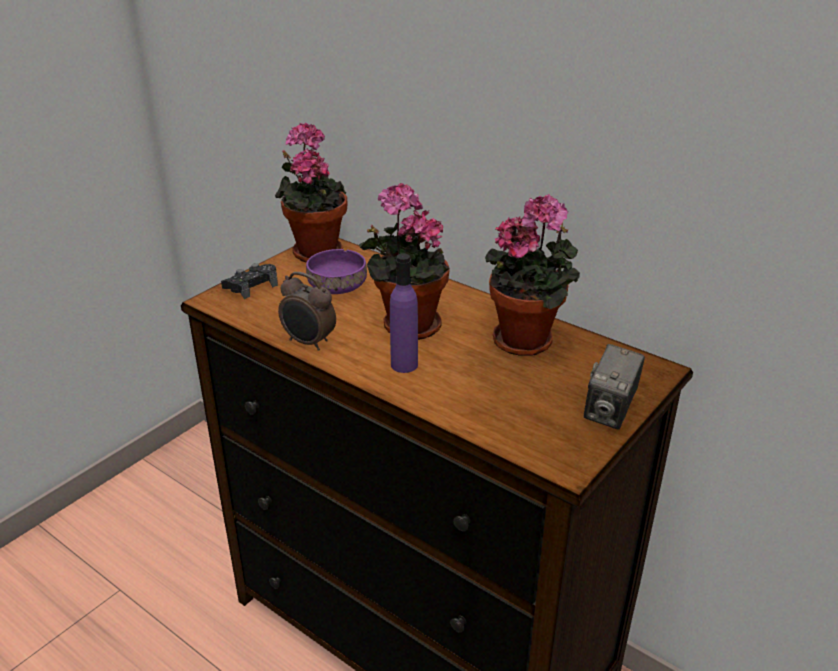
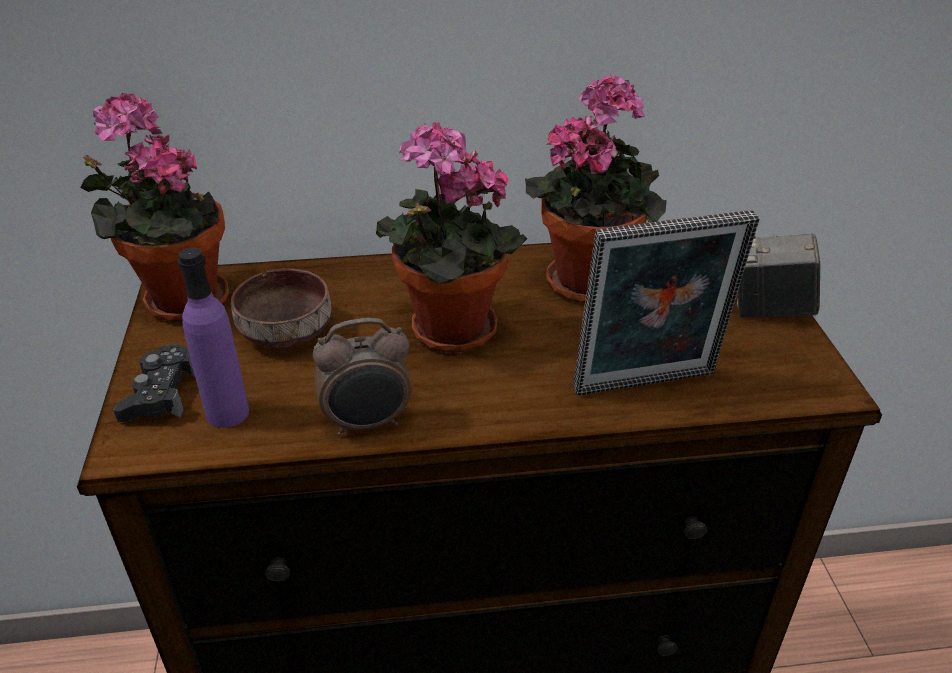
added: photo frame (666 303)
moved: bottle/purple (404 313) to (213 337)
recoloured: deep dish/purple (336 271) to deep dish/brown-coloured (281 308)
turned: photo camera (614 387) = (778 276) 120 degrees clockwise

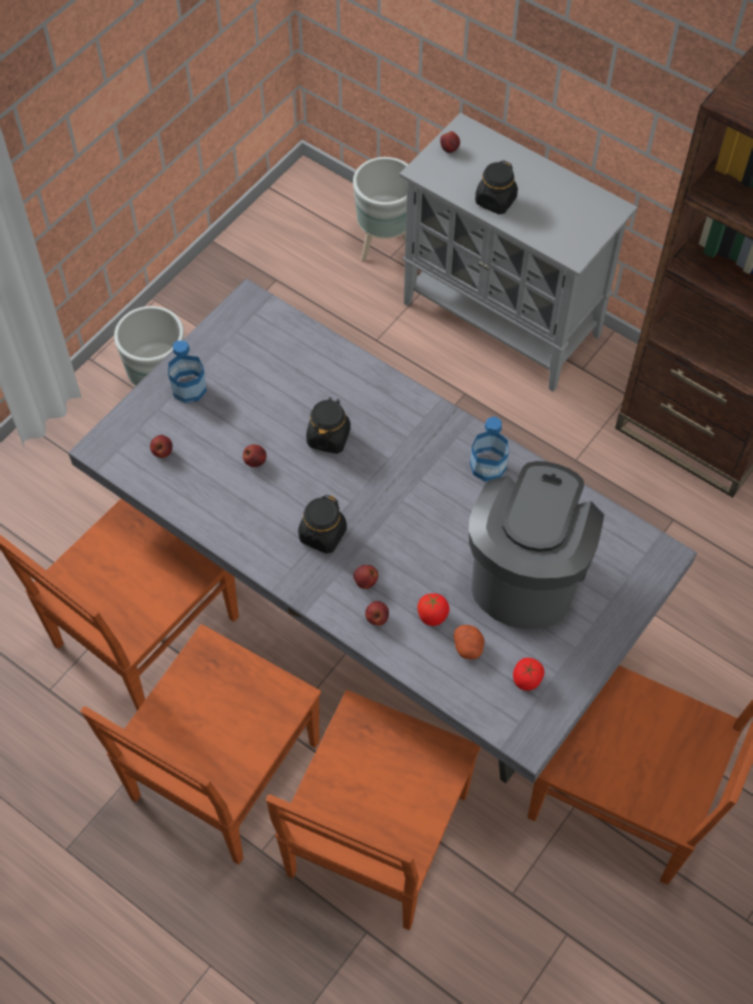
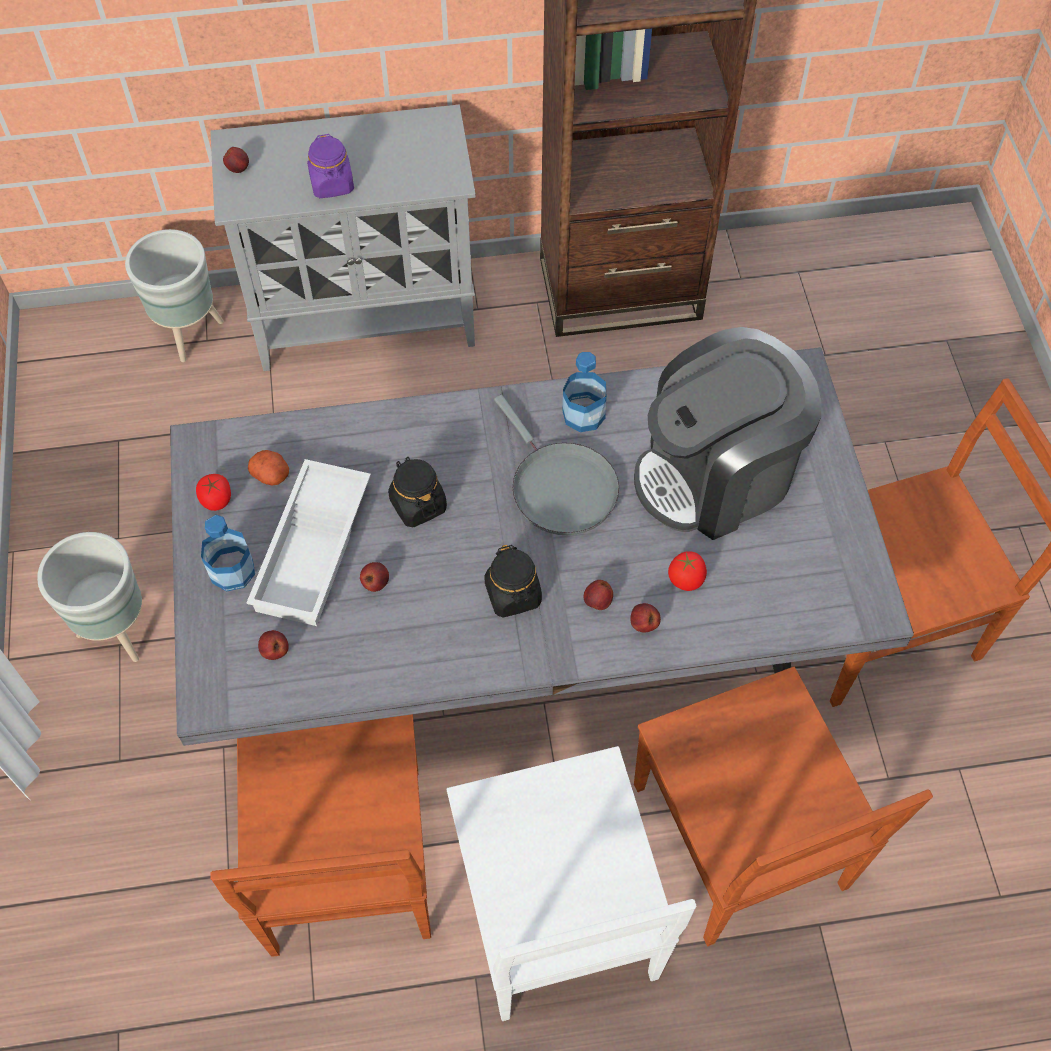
added: serving tray/whitish (309 542); skillet/gray (556 465)
moved: spud (469 642) to (268 468); fresh tomato (529 674) to (213 492)
recoloured: upright chair/brown-coloured (200 744) to upright chair/whitish (572 883); preserve jar/black (496 187) to preserve jar/purple (330 166)
turned: coffee brewer (536 545) = (727 433) 90 degrees counterclockwise

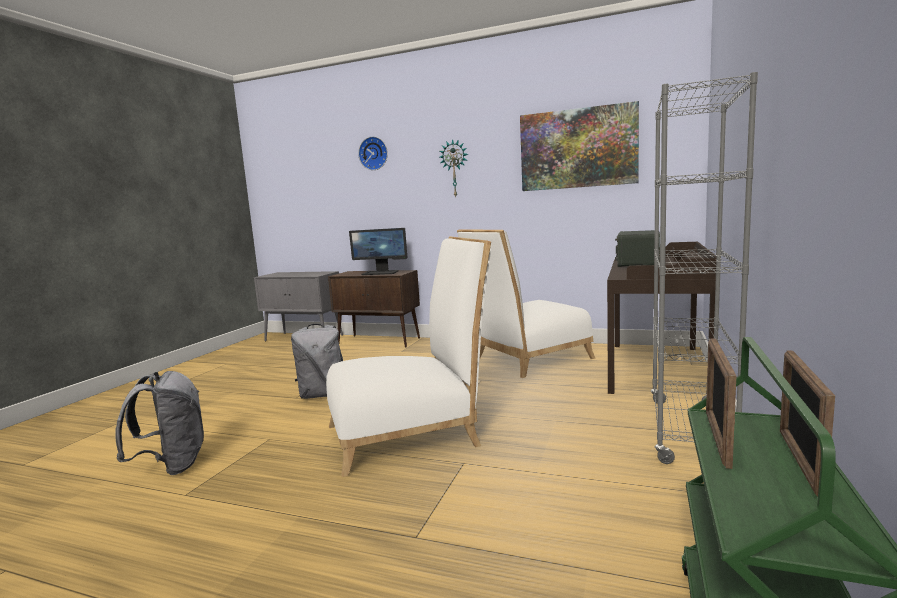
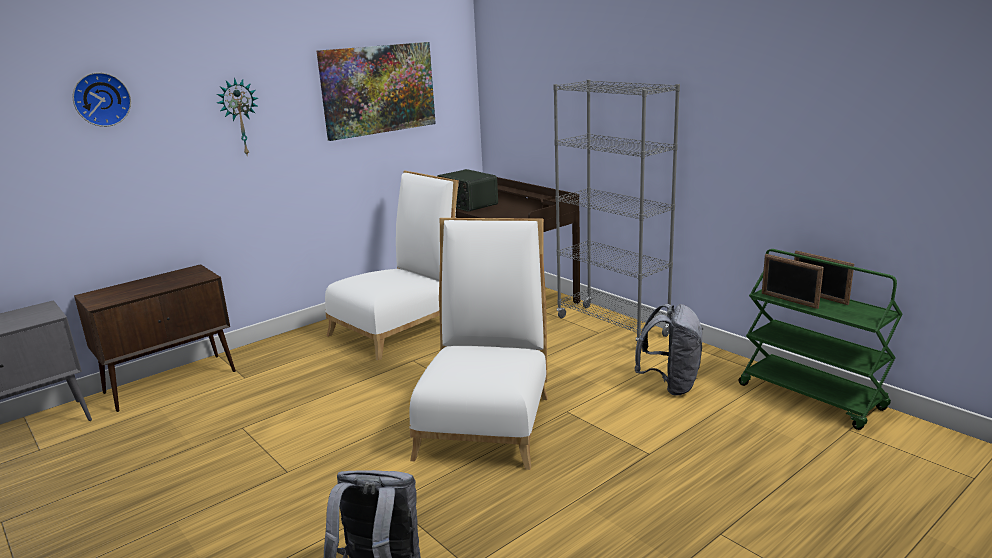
removed: computer display (378 251)
moved: knapsack/gray (317 361) to (668 350)
turned: upright chair/whitish (526 303) = (392 265) 135 degrees counterclockwise

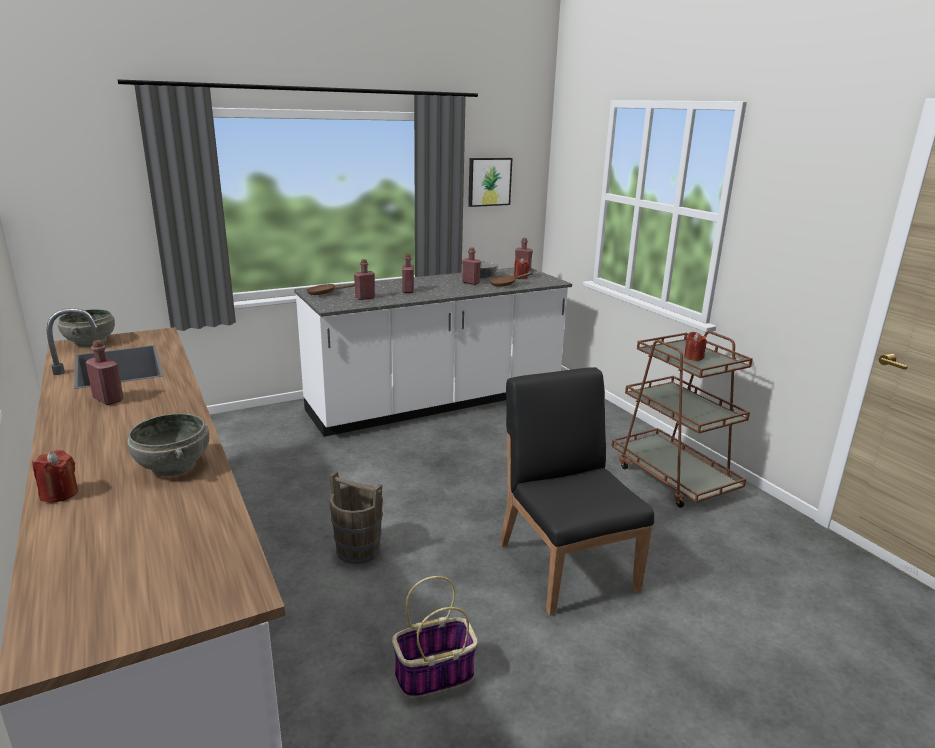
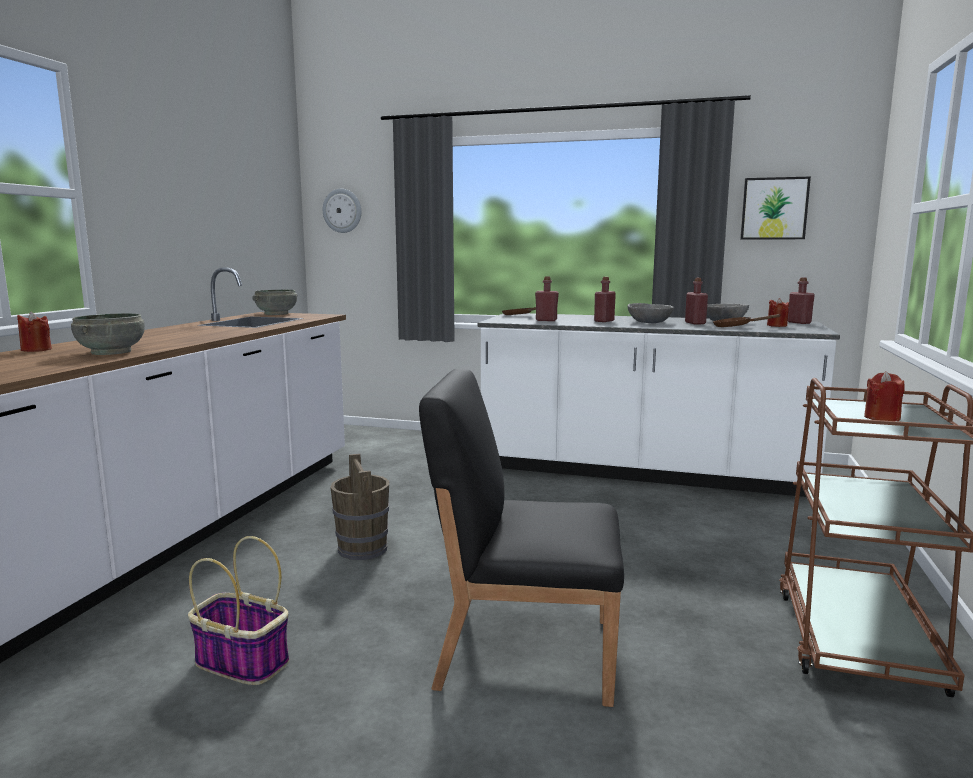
removed: bottle/red (105 372)
added: wall clock (342 211); deep dish/gray (651 313)
turned: upright chair/black (577 491) = (521 538) 105 degrees counterclockwise

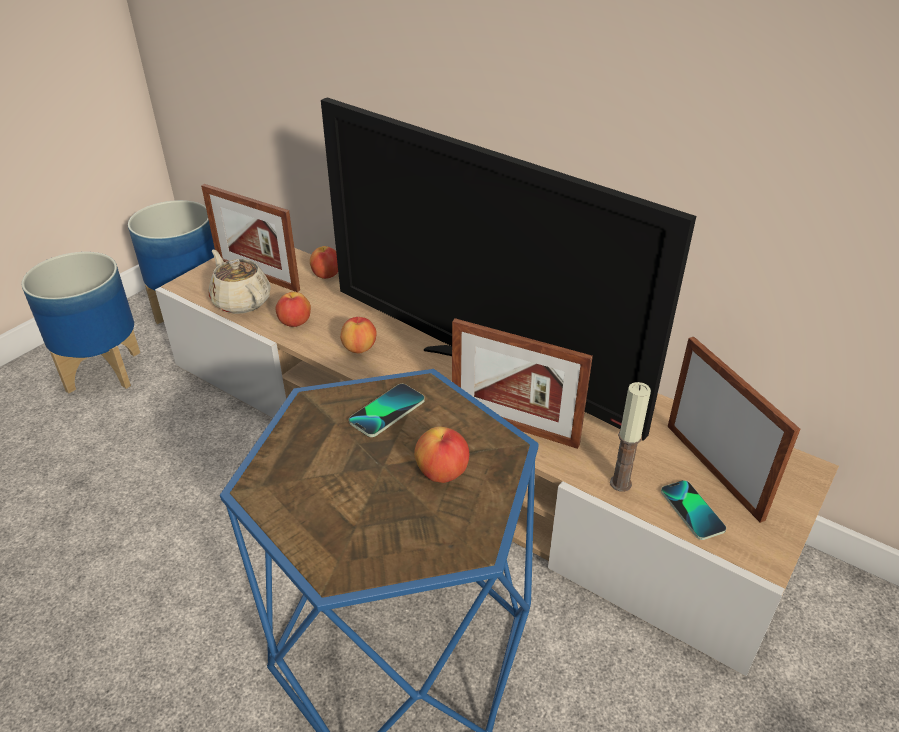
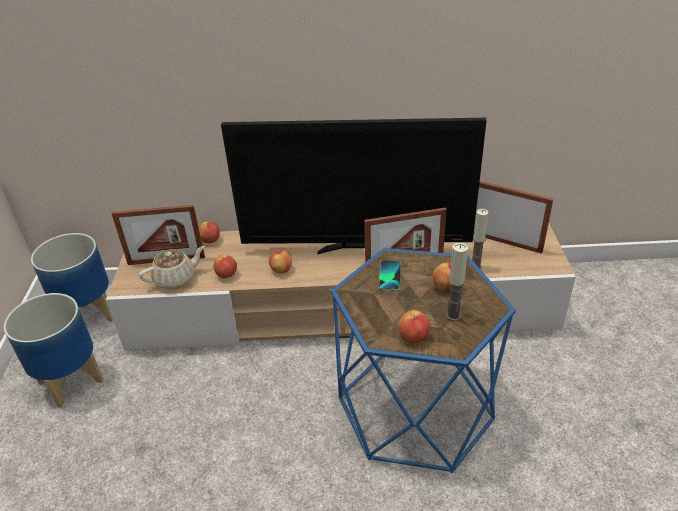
removed: handset (693 510)
added: apple fruit (414 326); wax candle (457 282)
turned: tea pot/sand-coloured (240 282) = (172 267) 135 degrees clockwise

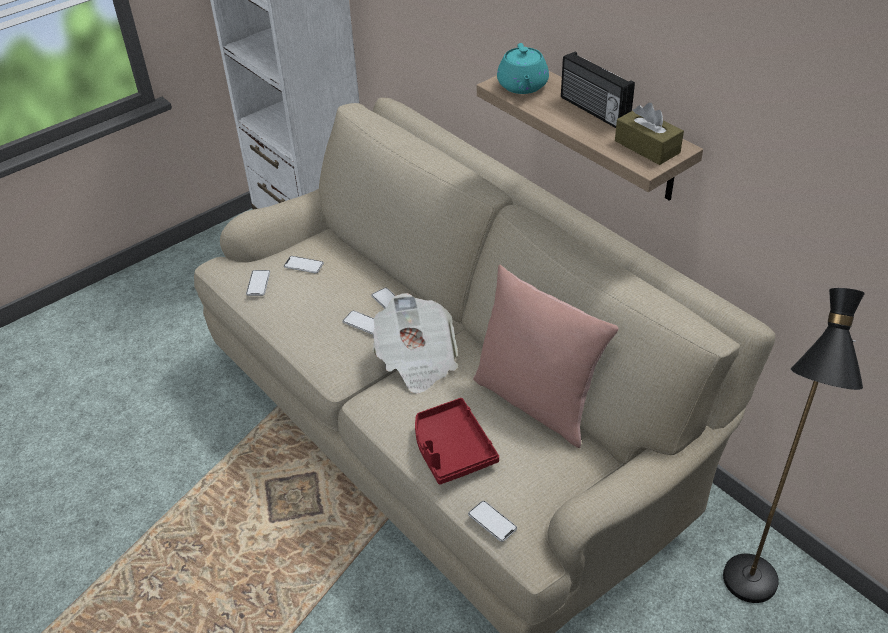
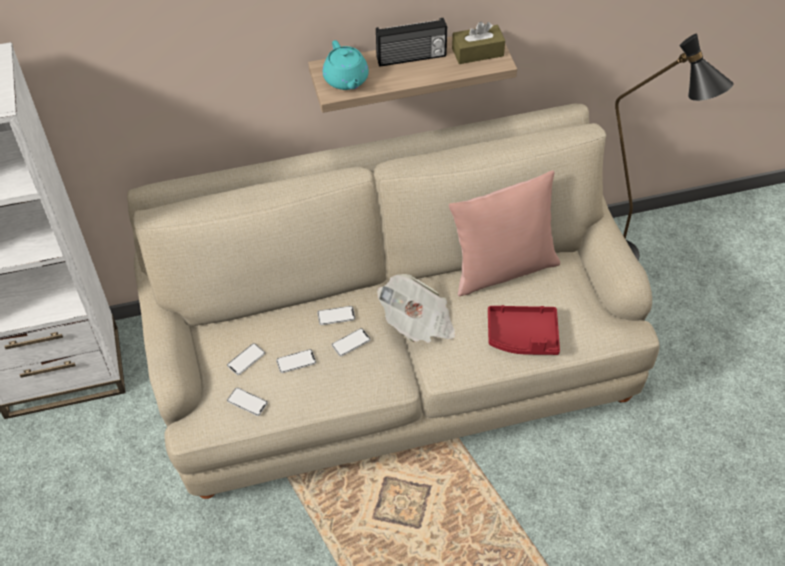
moved: handset (492 521) to (296 361)
turned: tea pot/turquoise (523 68) = (346 65) 45 degrees clockwise

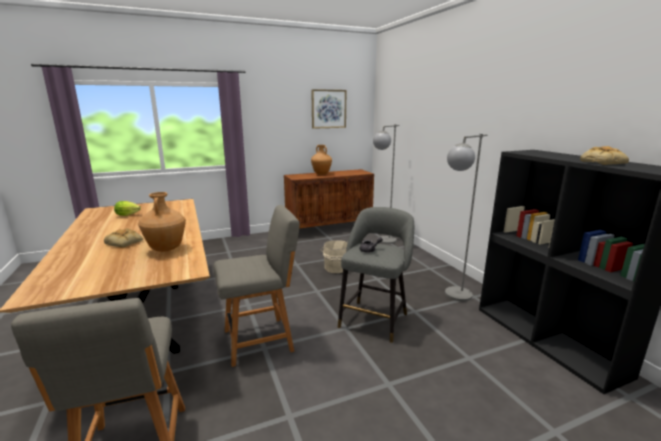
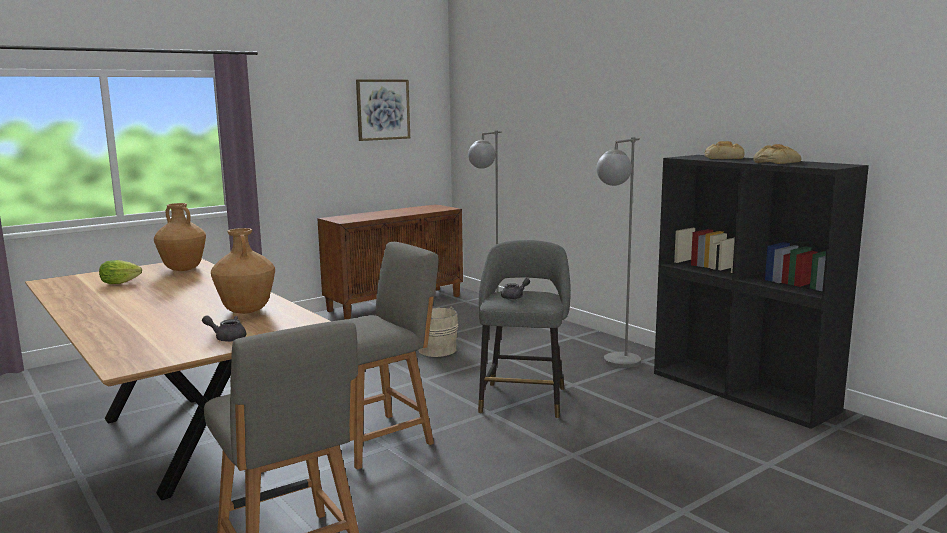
added: tea pot/gray (224 328)
moved: baked bread (123 238) to (724 150); flower vase/brown-coloured (321 160) to (180 237)

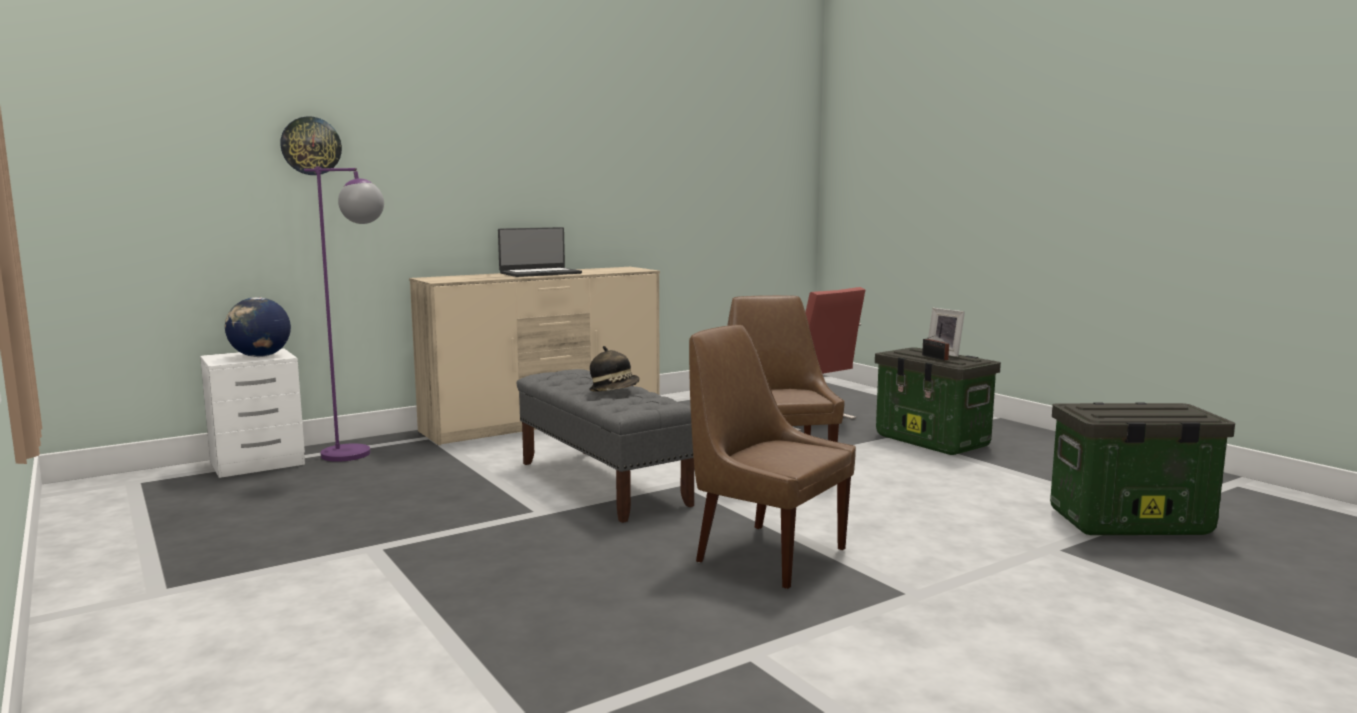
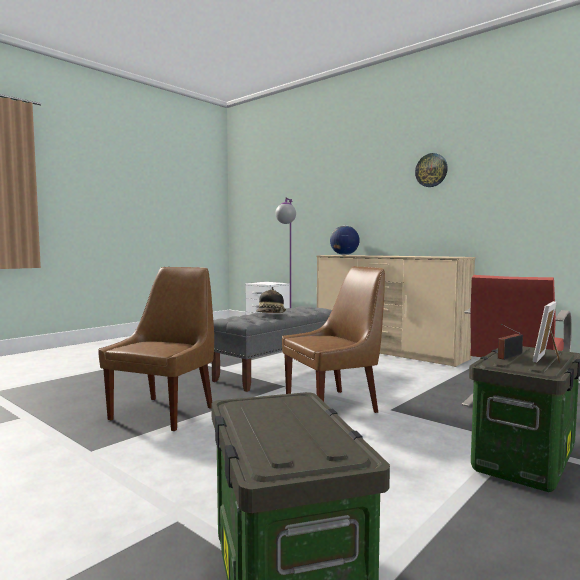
removed: portable computer (540 252)
moved: world globe (258 327) to (345 240); wall clock (311 145) to (431 170)

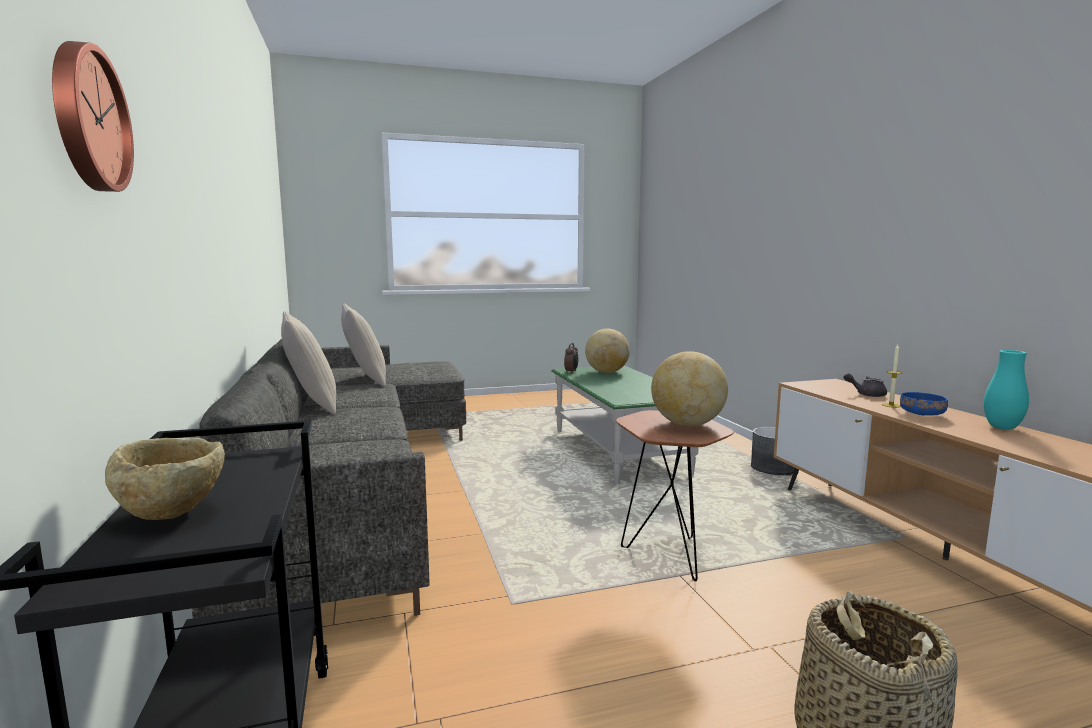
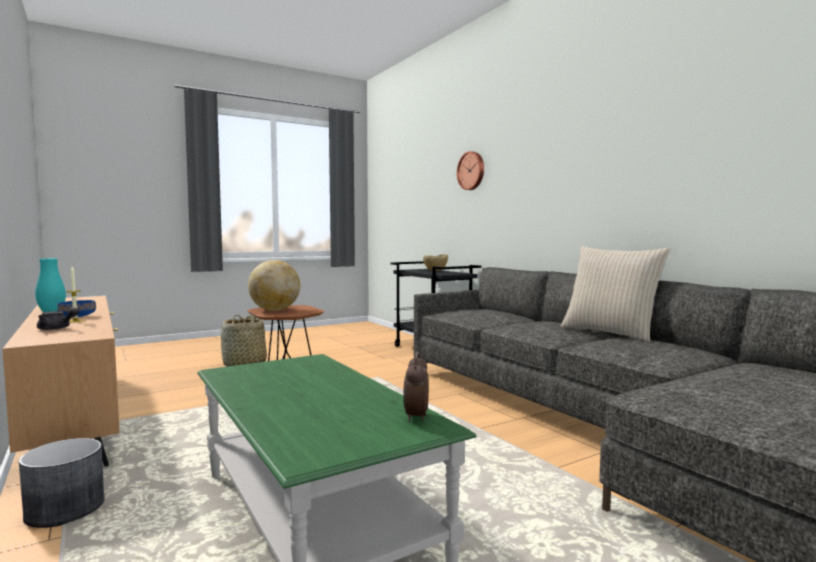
removed: cushion/sand-coloured (363 345); world globe (607 351)

